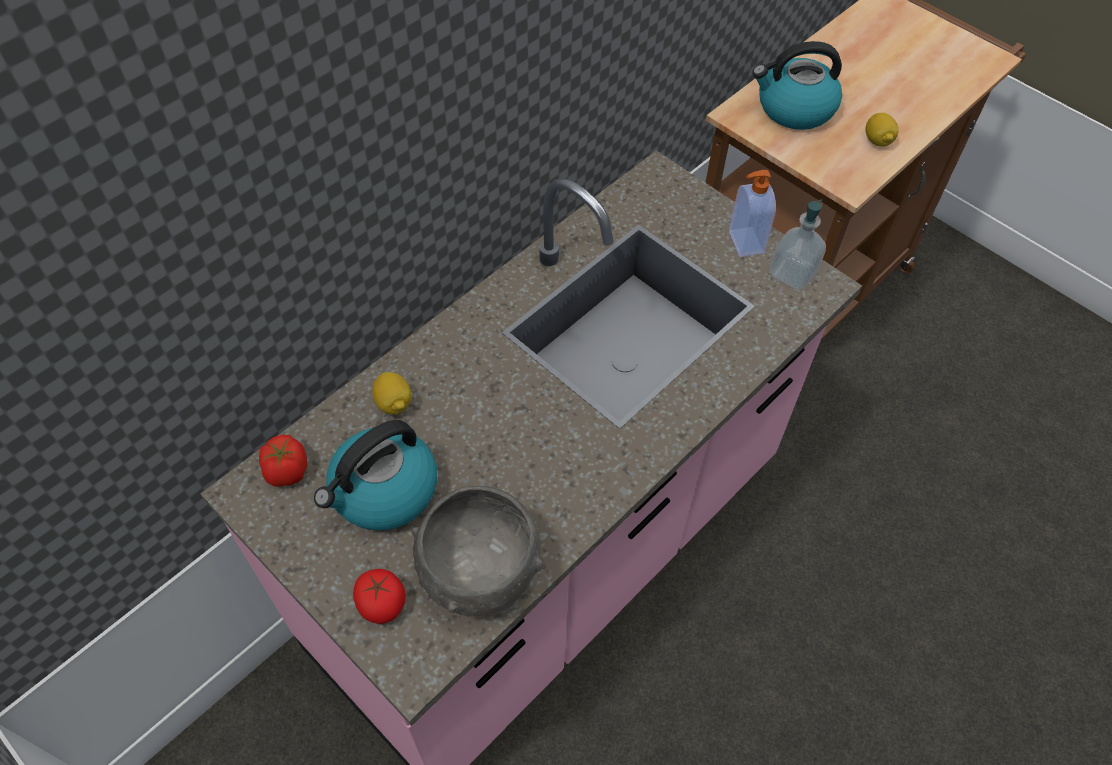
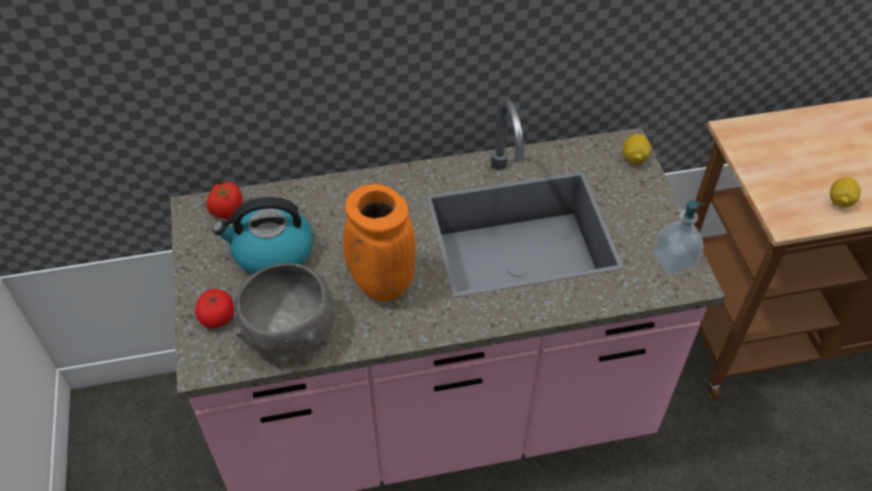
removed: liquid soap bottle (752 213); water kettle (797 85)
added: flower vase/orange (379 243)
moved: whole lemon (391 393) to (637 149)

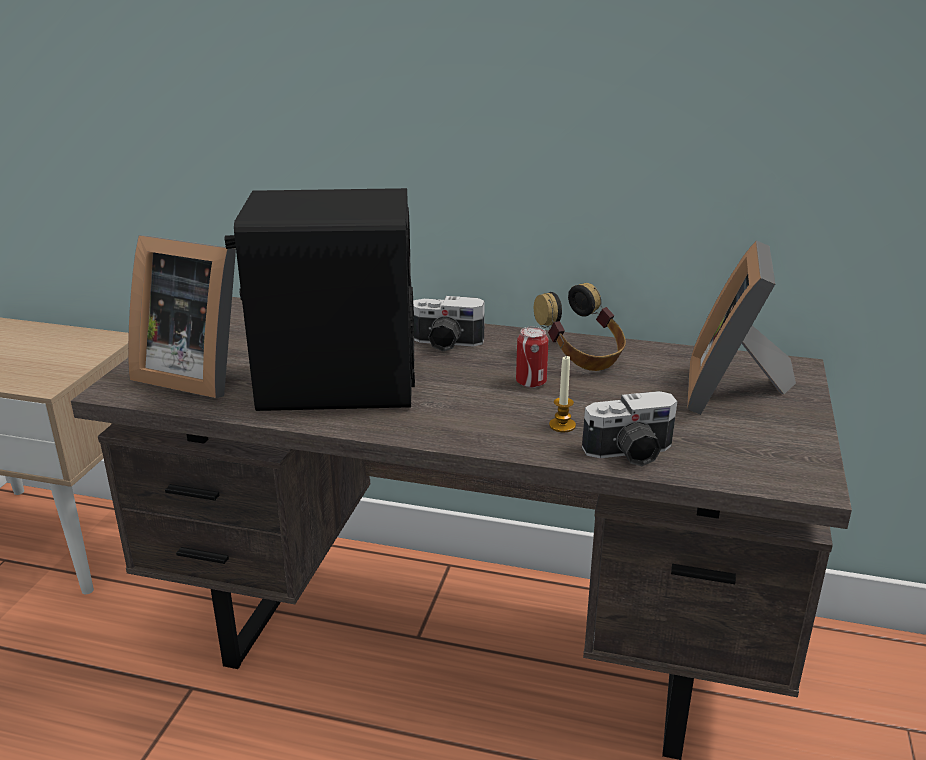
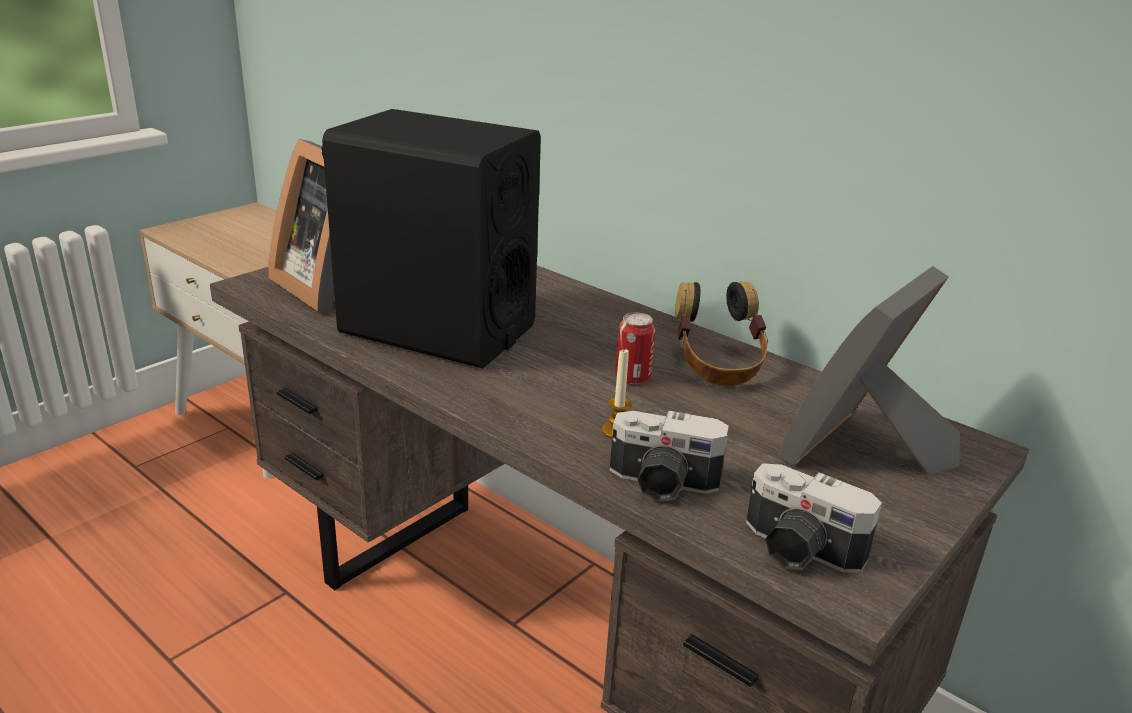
moved: photo camera (449 324) to (814 518)

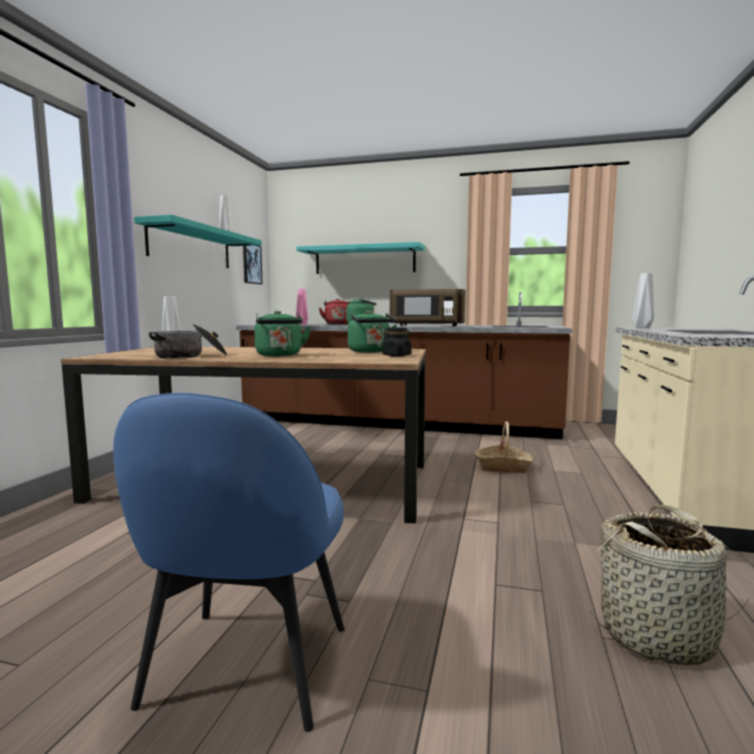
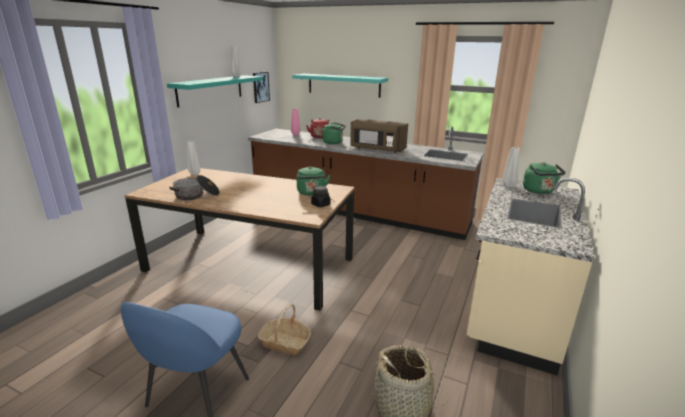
moved: water kettle/green-coloured (282 333) to (544 178); household basket (504 447) to (284 330)

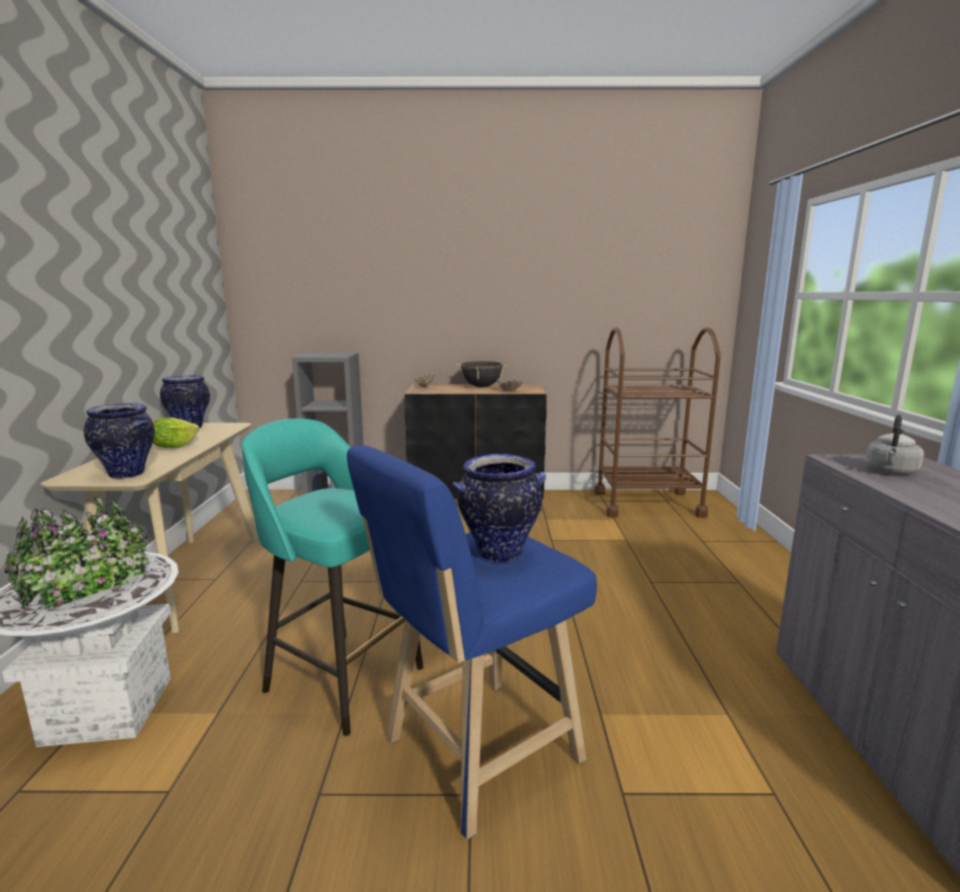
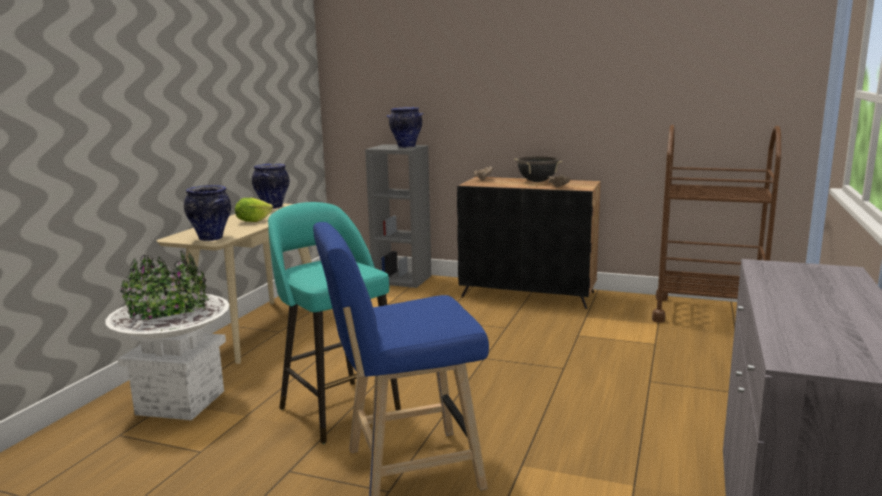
removed: water kettle/gray (894 445)
moved: flower vase (499 508) to (405 127)

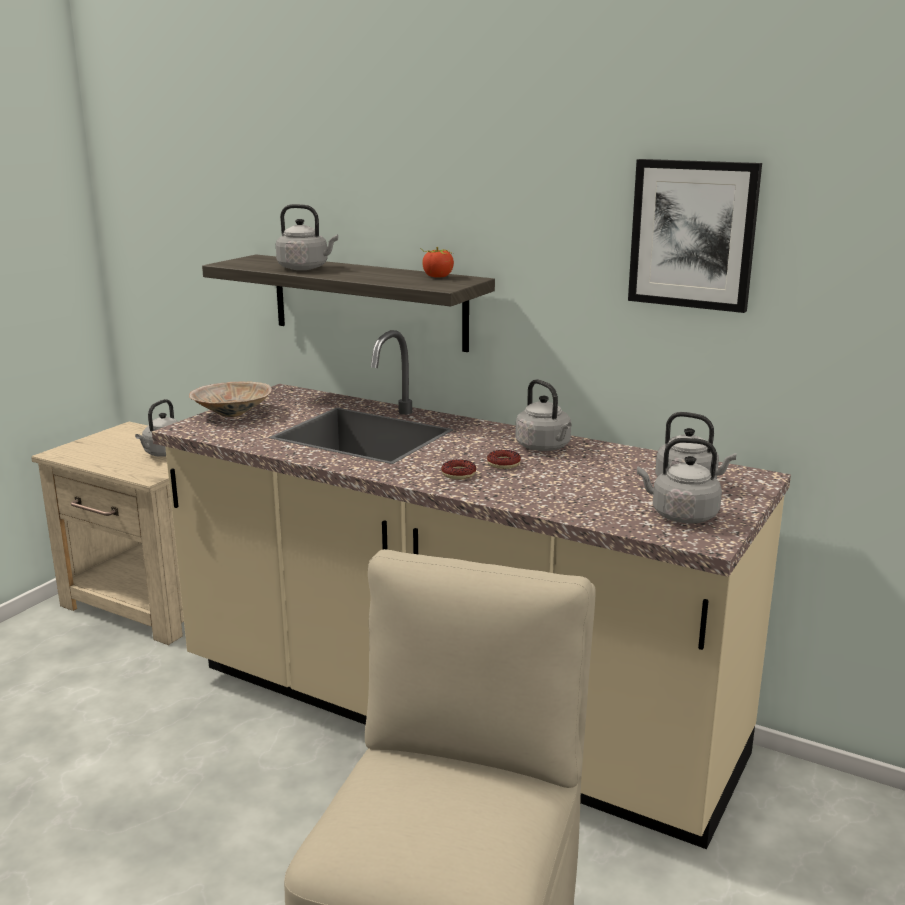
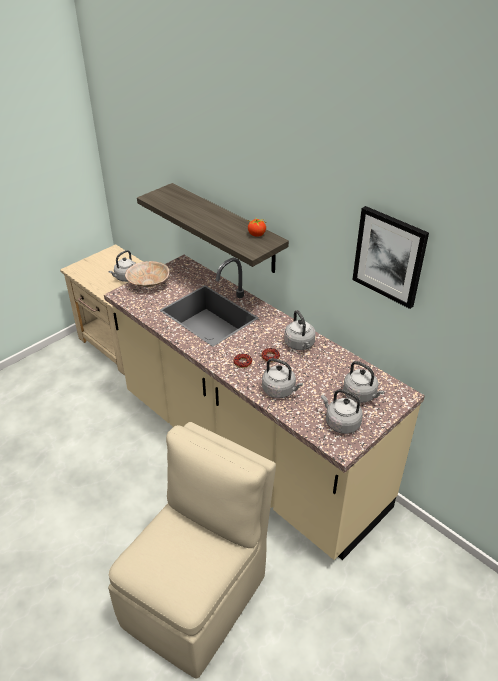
moved: water kettle/gray (307 237) to (282 378)

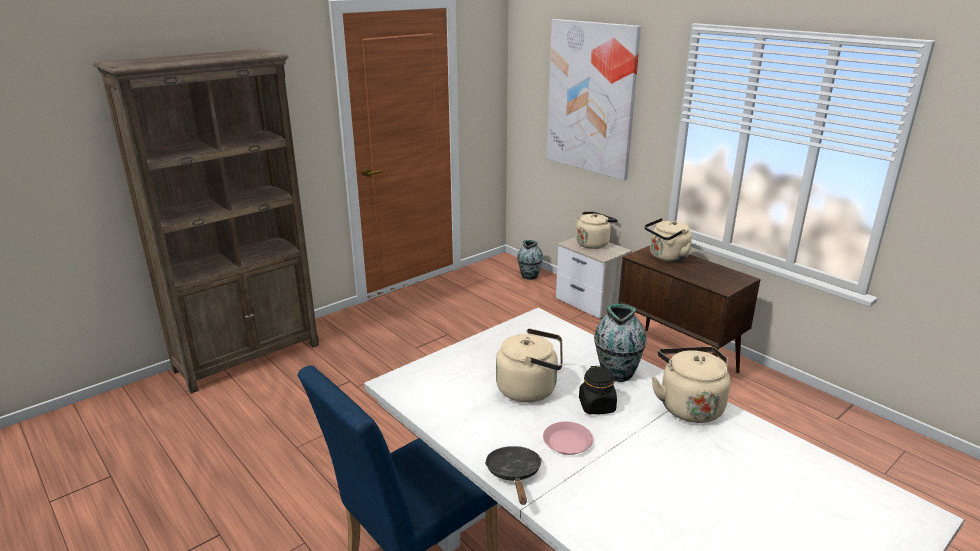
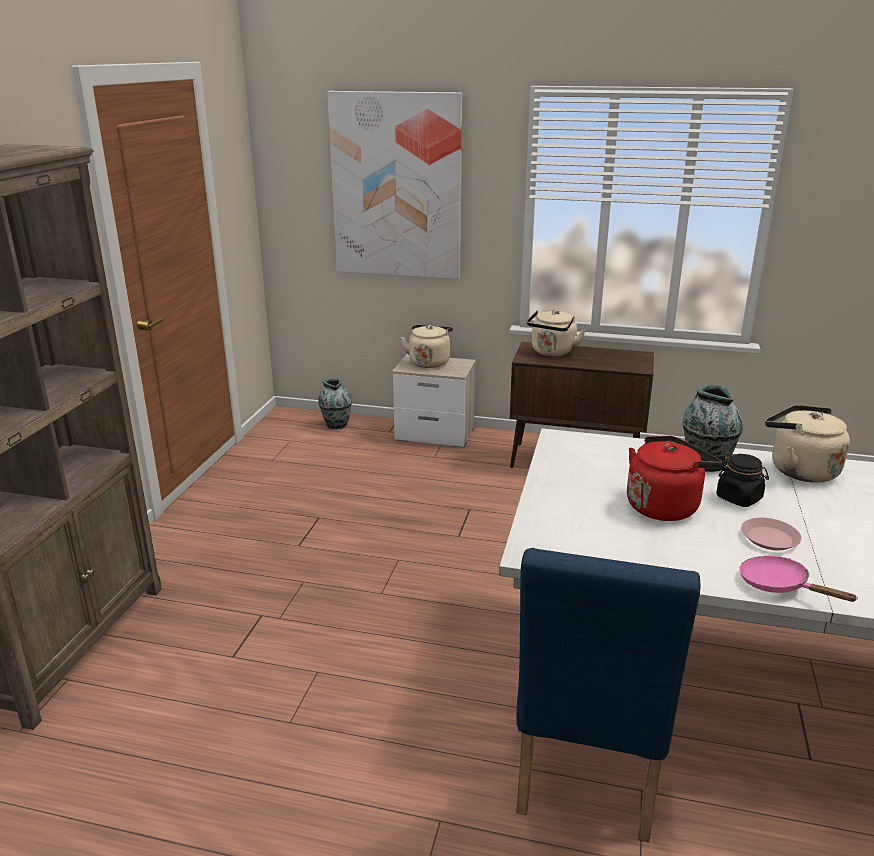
recoloured: skillet/black (513 475) to skillet/pink (798 579); water kettle/sand-coloured (529 365) to water kettle/red (674 478)

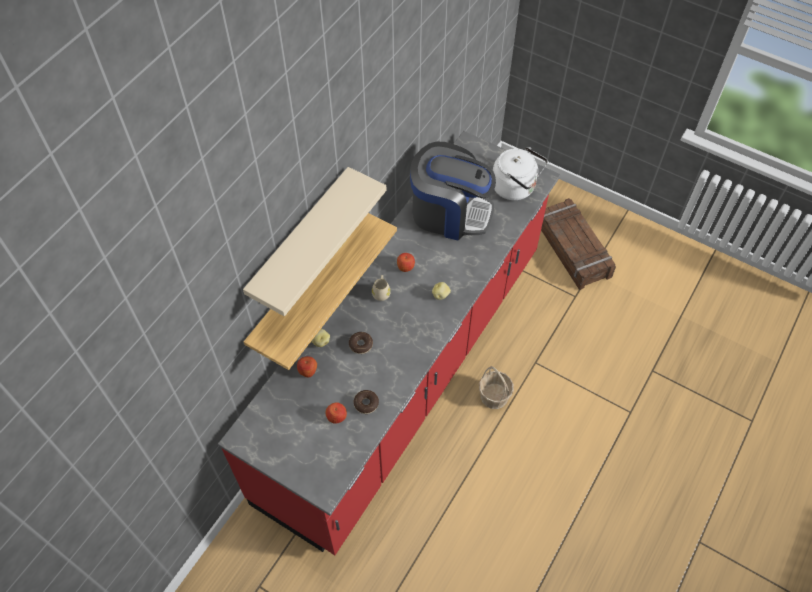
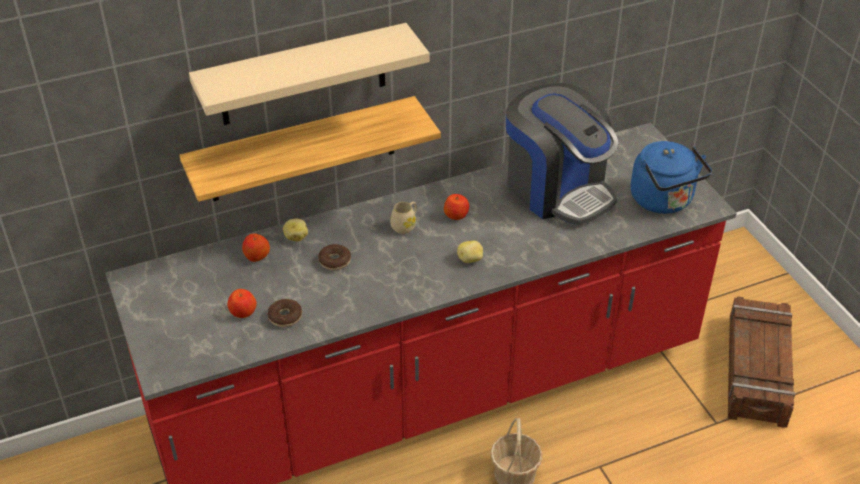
recoloured: water kettle/whitish (520 173) to water kettle/bluish (671 177)

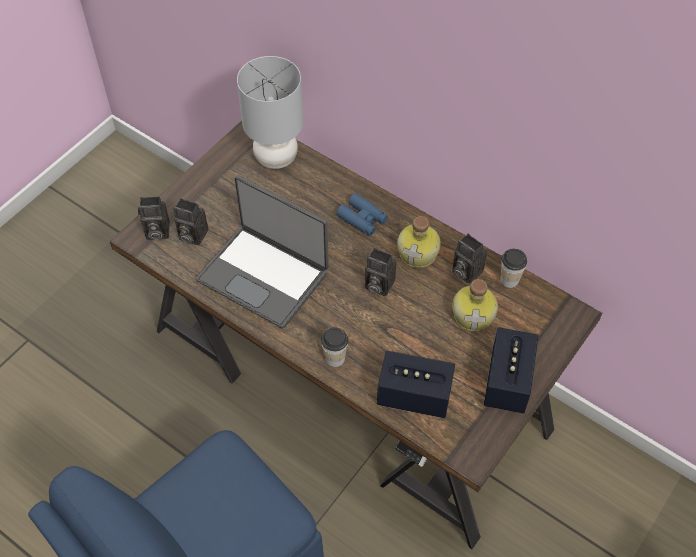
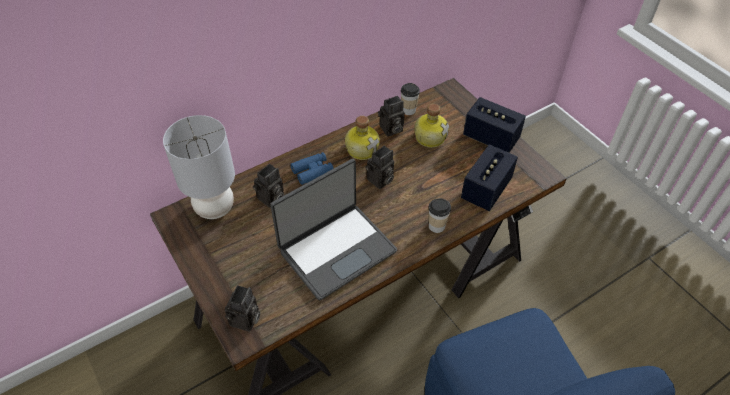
moved: photo camera (190 222) to (268 186)

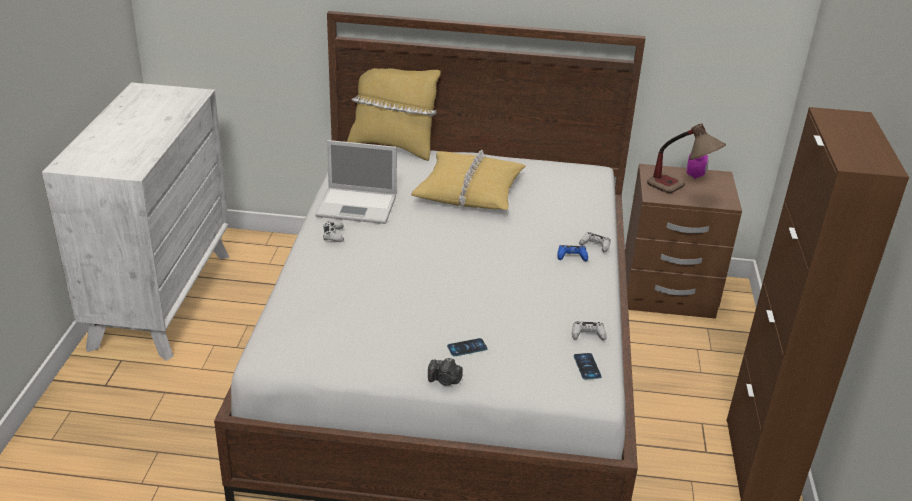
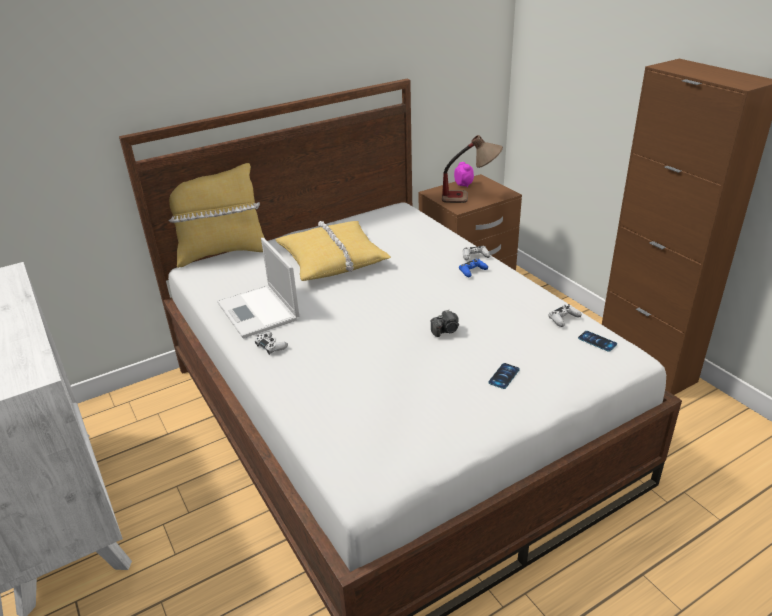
moved: photo camera (445 371) to (444 323)
turned: portable computer (356 182) = (258 288) 90 degrees clockwise

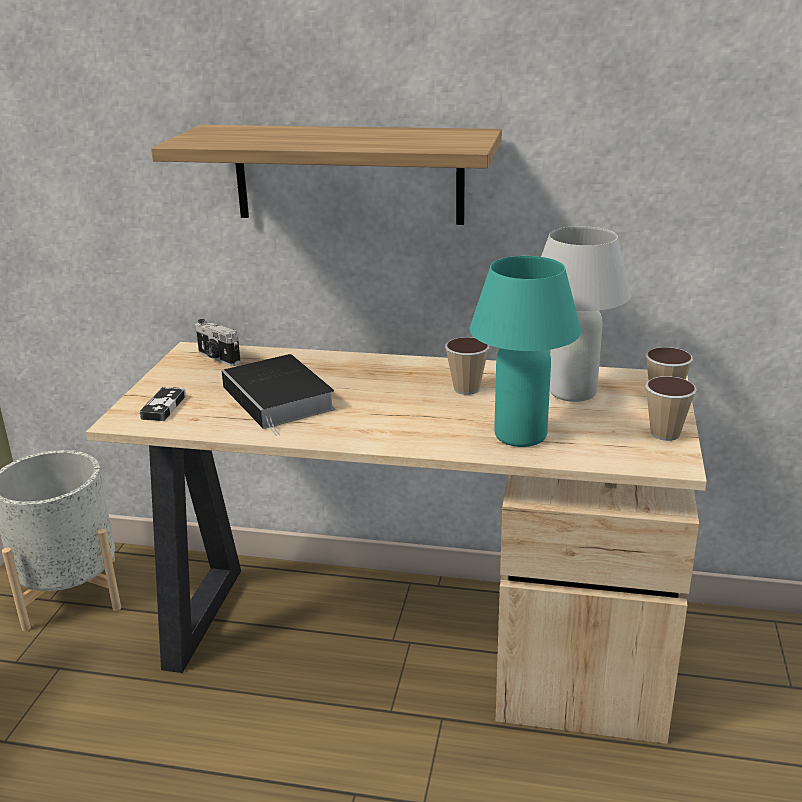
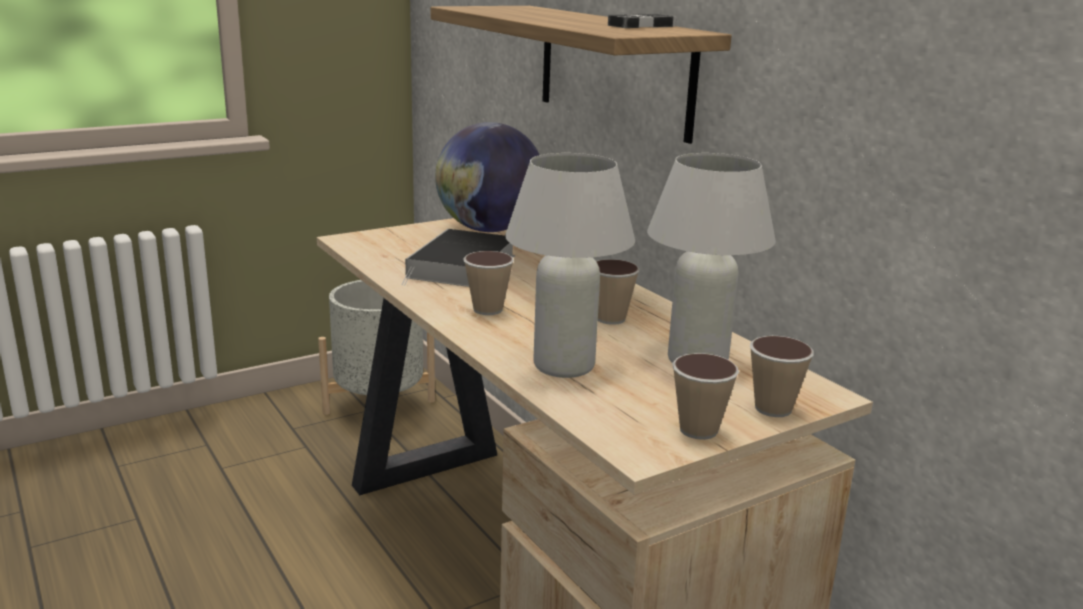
added: drinking cup (488 283)
moved: joypad (163 404) to (642 21)
replaced: photo camera (218 342) to world globe (487 177)
recoloured: lamp for a table/turquoise (525 351) to lamp for a table/whitish (570 265)

